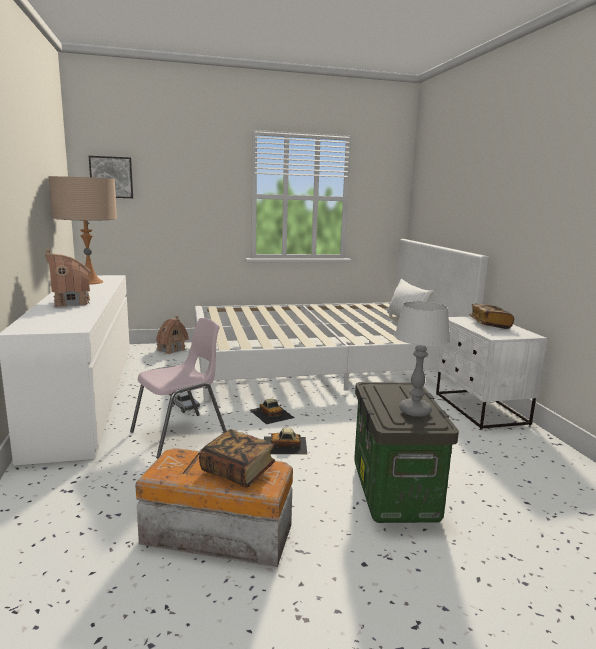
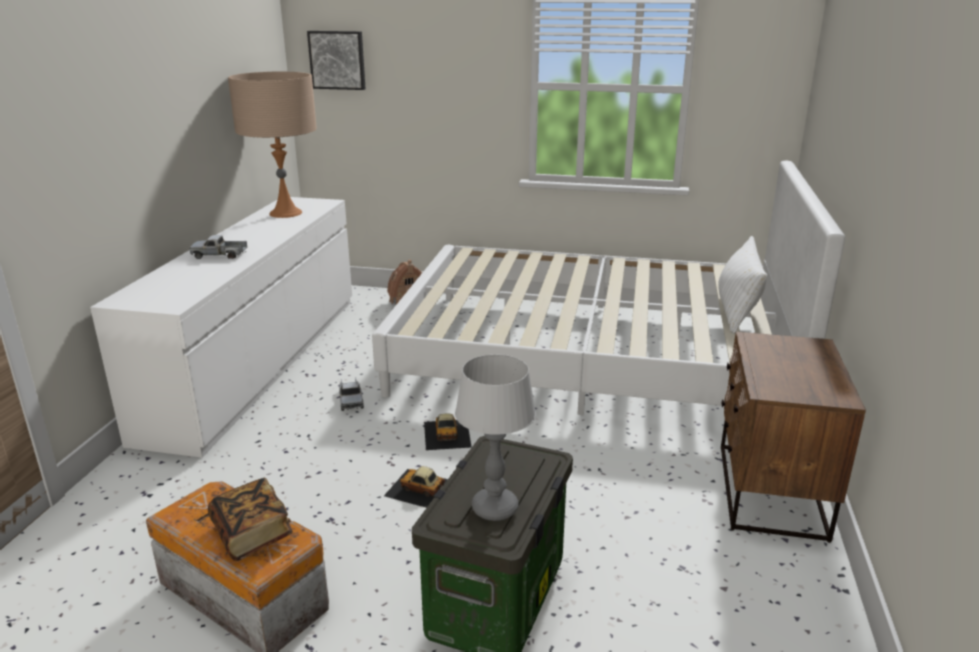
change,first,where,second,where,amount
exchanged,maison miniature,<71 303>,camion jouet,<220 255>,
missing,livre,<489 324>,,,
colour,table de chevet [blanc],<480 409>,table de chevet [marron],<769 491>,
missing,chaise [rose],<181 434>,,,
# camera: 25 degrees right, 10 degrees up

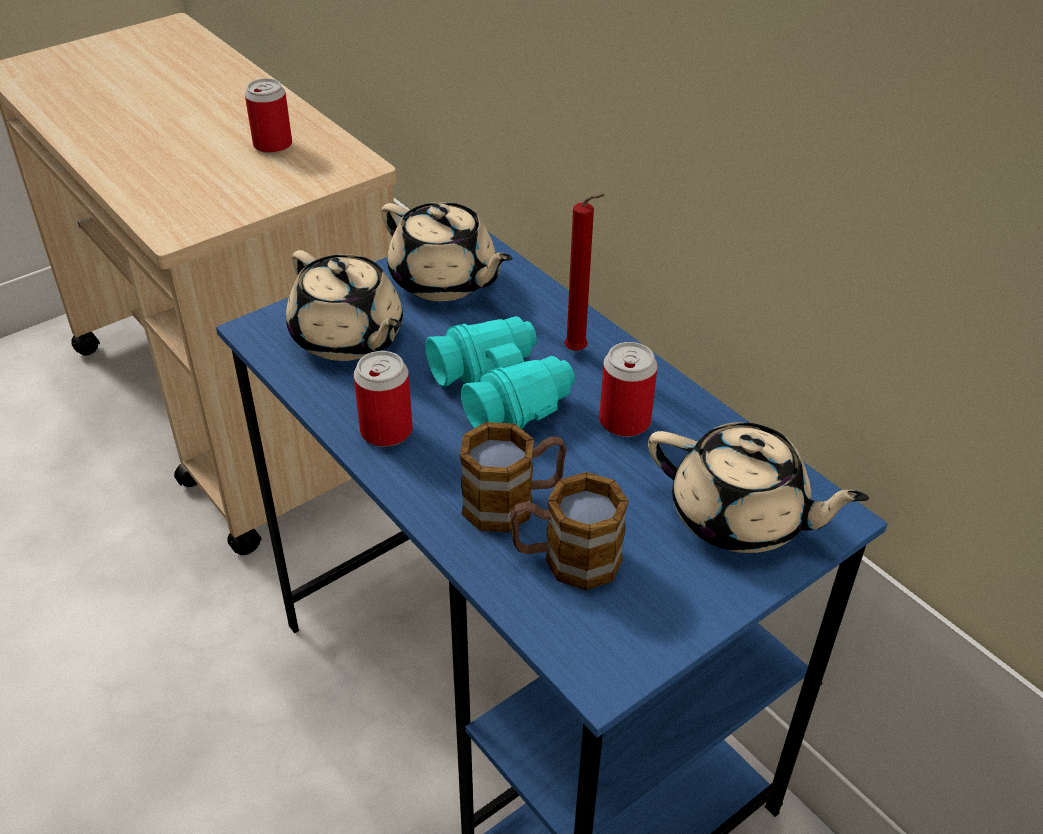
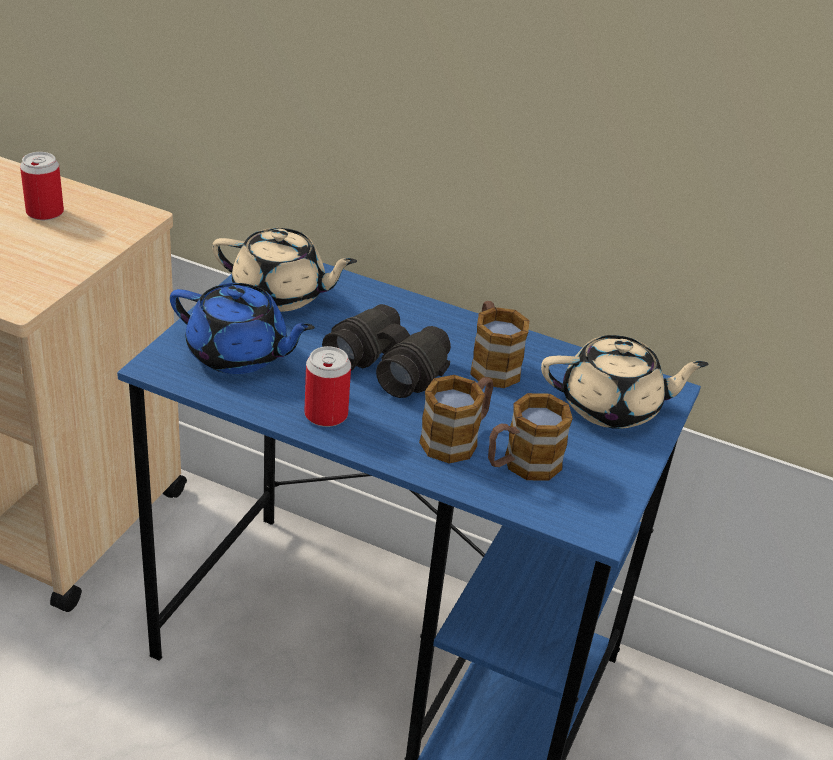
change,first,where,second,where,amount
missing,bougie [rouge],<579 352>,,,
colour,théière [beige],<348 338>,théière [bleu],<239 355>,
colour,jumelles [turquoise],<502 390>,jumelles [noir],<389 364>,
exchanged,boîte métallique,<624 421>,mug,<492 364>,
# camera: 30 degrees left, 5 degrees down

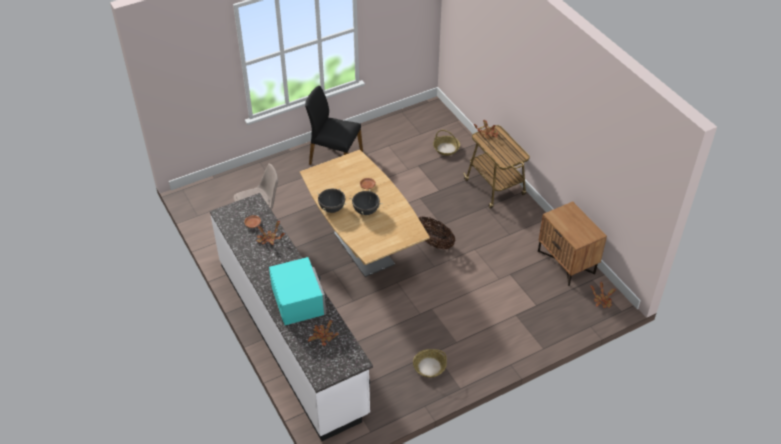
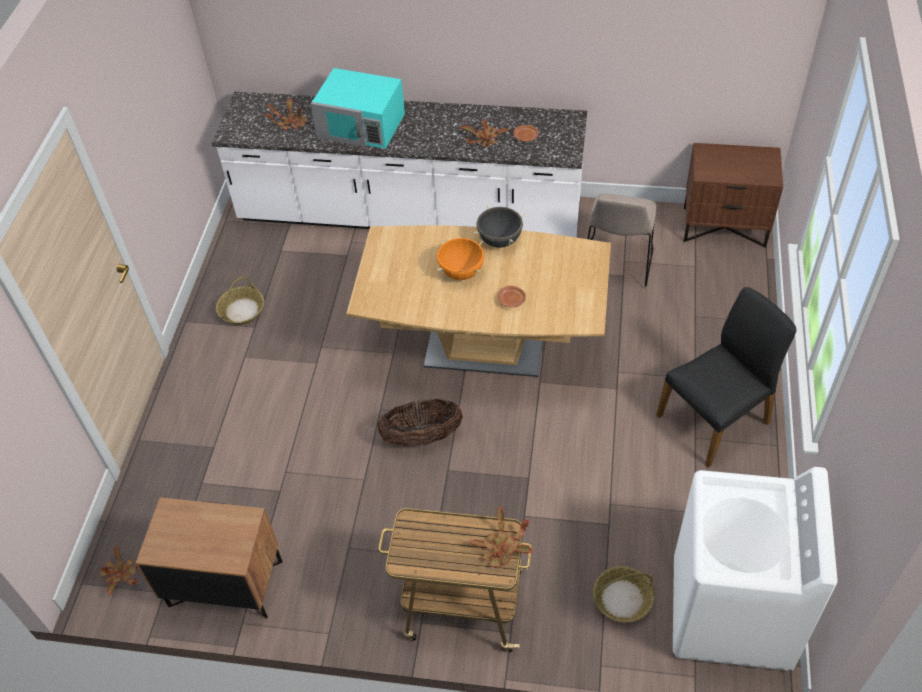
change,first,where,second,where,amount
colour,marmite [noir],<366 211>,marmite [orange],<461 272>,
appeared,,,table de chevet [marron],<724 226>,
appeared,,,lave-linge [blanc],<730 613>,
# camera: 130 degrees right, 5 degrees up

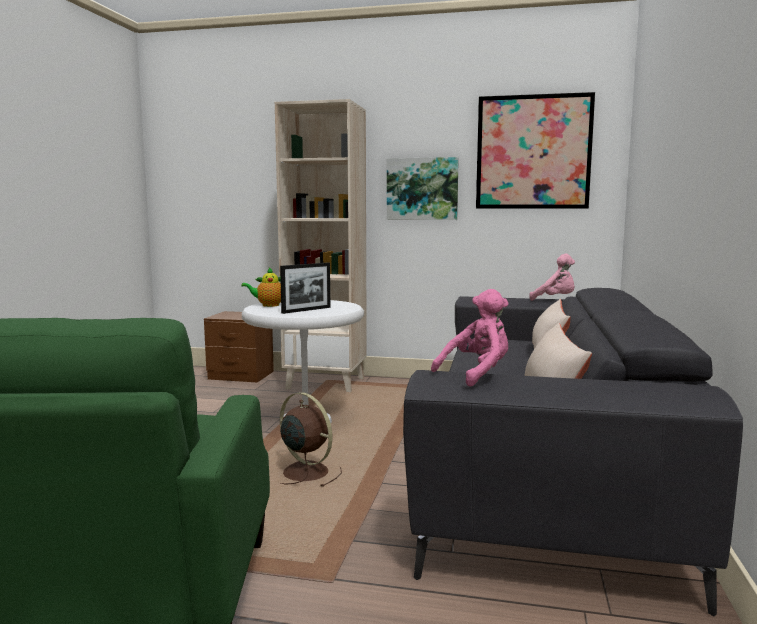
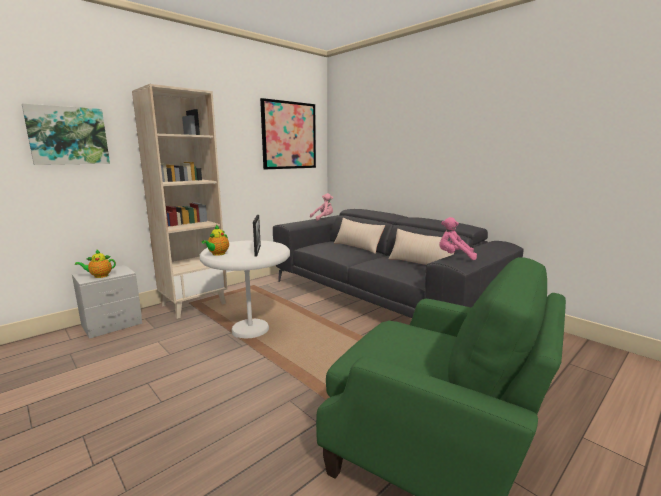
change,first,where,second,where,amount
relocated,tableau,<422 189>,,<68 136>,
spun,peluche [rose],<477 374>,,<454 257>,75 degrees counterclockwise
colour,table de chevet [marron],<241 375>,table de chevet [gris],<112 324>,
missing,ventilateur [marron],<304 472>,,,
appeared,,,théière,<99 276>,
# camera: 55 degrees left, 5 degrees up

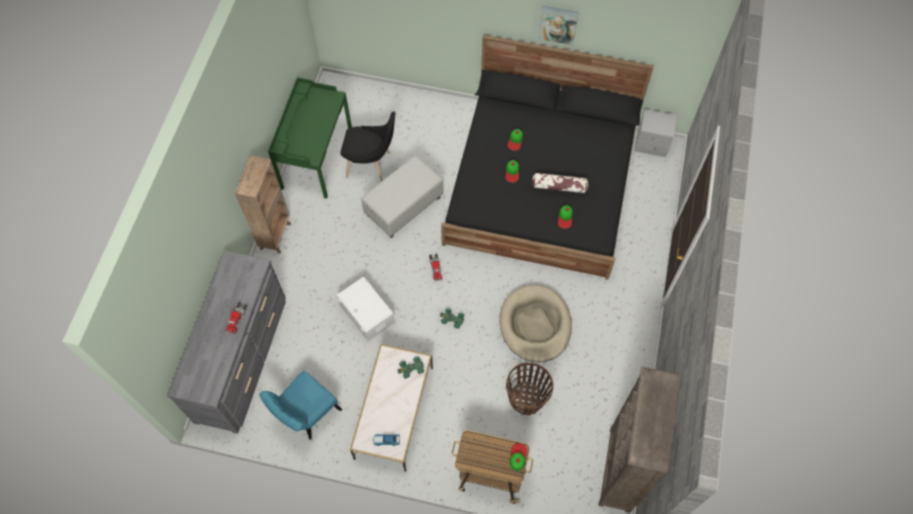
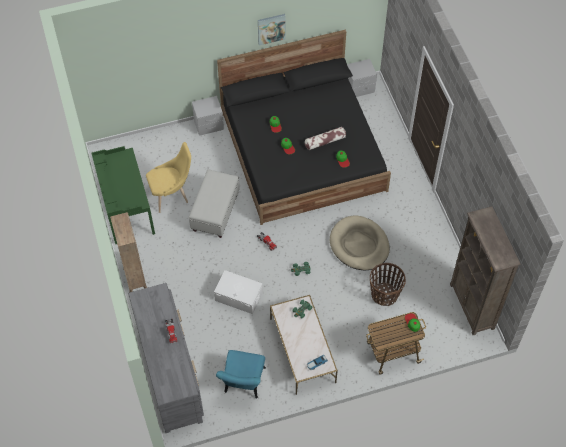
change,first,where,second,where,amount
colour,chaise [noir],<371 165>,chaise [jaune],<172 195>,
appeared,,,table de chevet [gris],<208 125>,
# camera: 30 degrees left, 5 degrees down

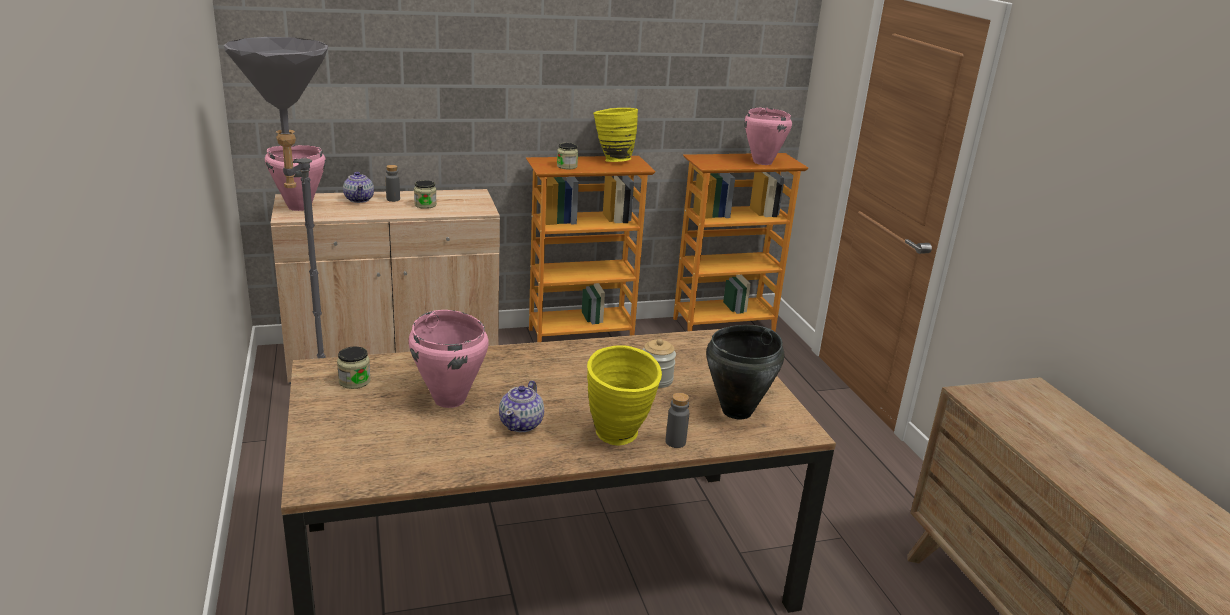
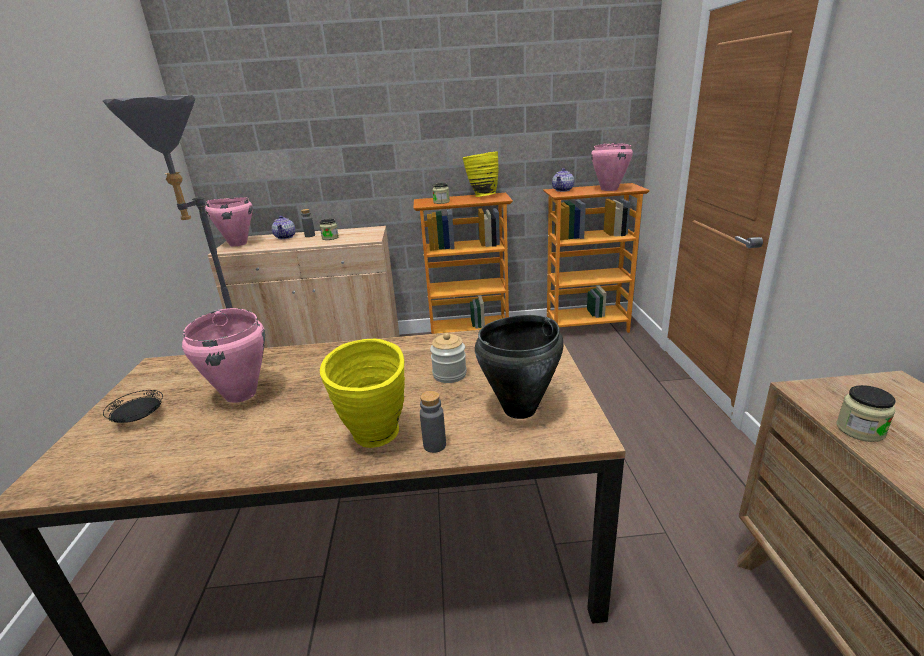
change,first,where,second,where,amount
relocated,bocal,<354 381>,,<860 430>,
relocated,théière,<522 424>,,<563 190>,
appeared,,,assiette [noir],<139 418>,
# camera: 15 degrees right, 0 degrees up

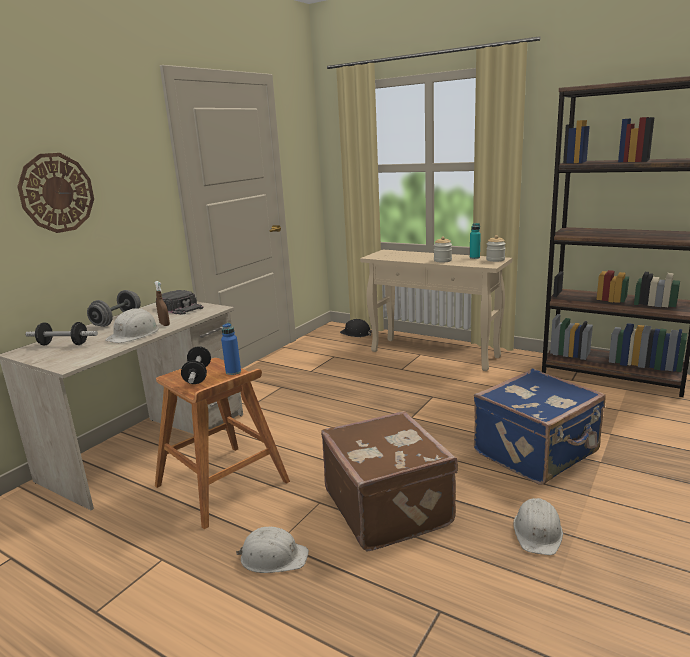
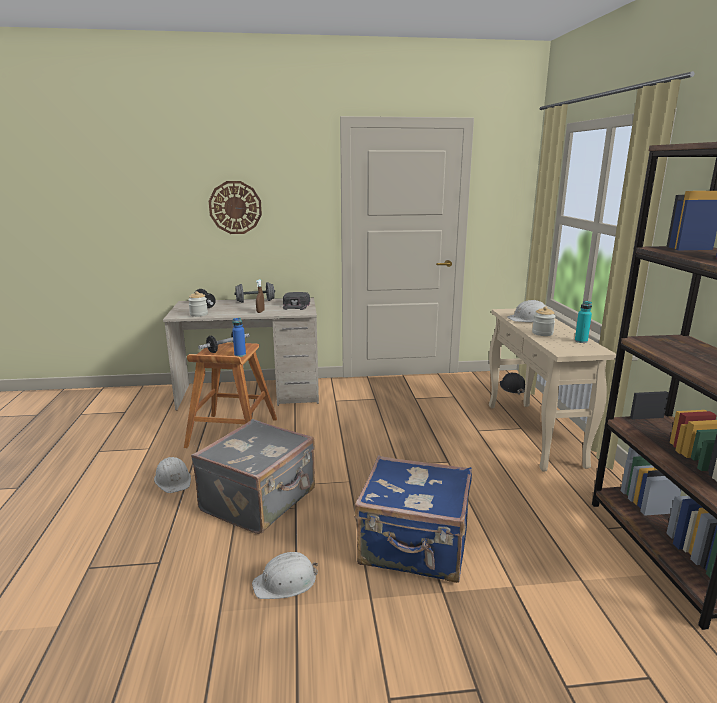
change,first,where,second,where,amount
relocated,bocal,<495 260>,,<198 314>,
relocated,casque de chantier [blanc],<134 334>,,<529 319>,
colour,valise [marron],<389 507>,valise [gris],<260 501>,
# camera: 50 degrees right, 0 degrees up

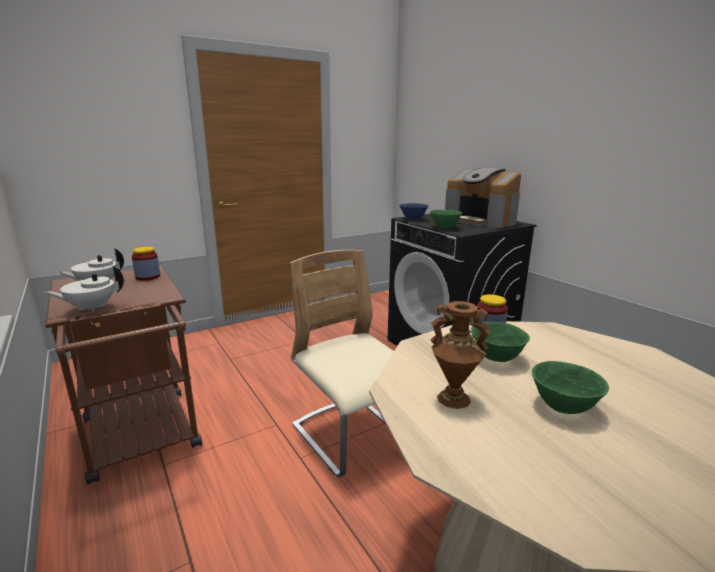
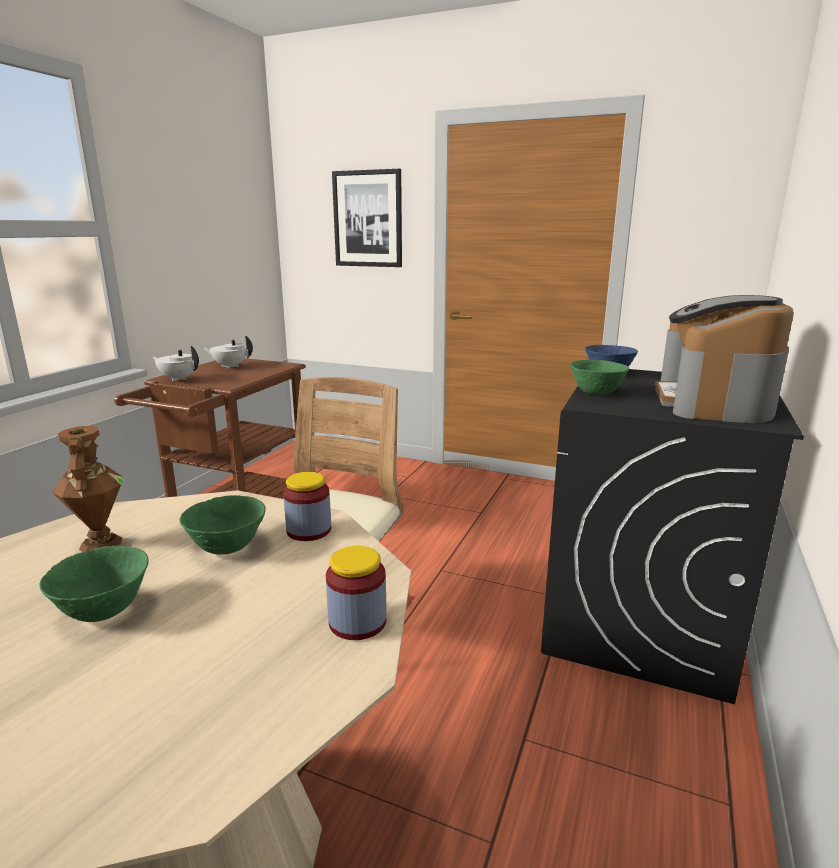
change,first,where,second,where,amount
relocated,bocal,<148 277>,,<357 622>,
appeared,,,tableau,<368 219>,
# camera: 55 degrees right, 0 degrees up

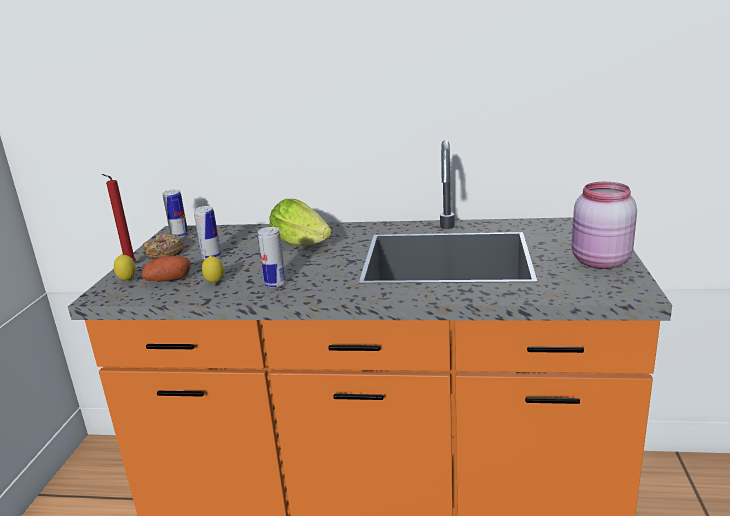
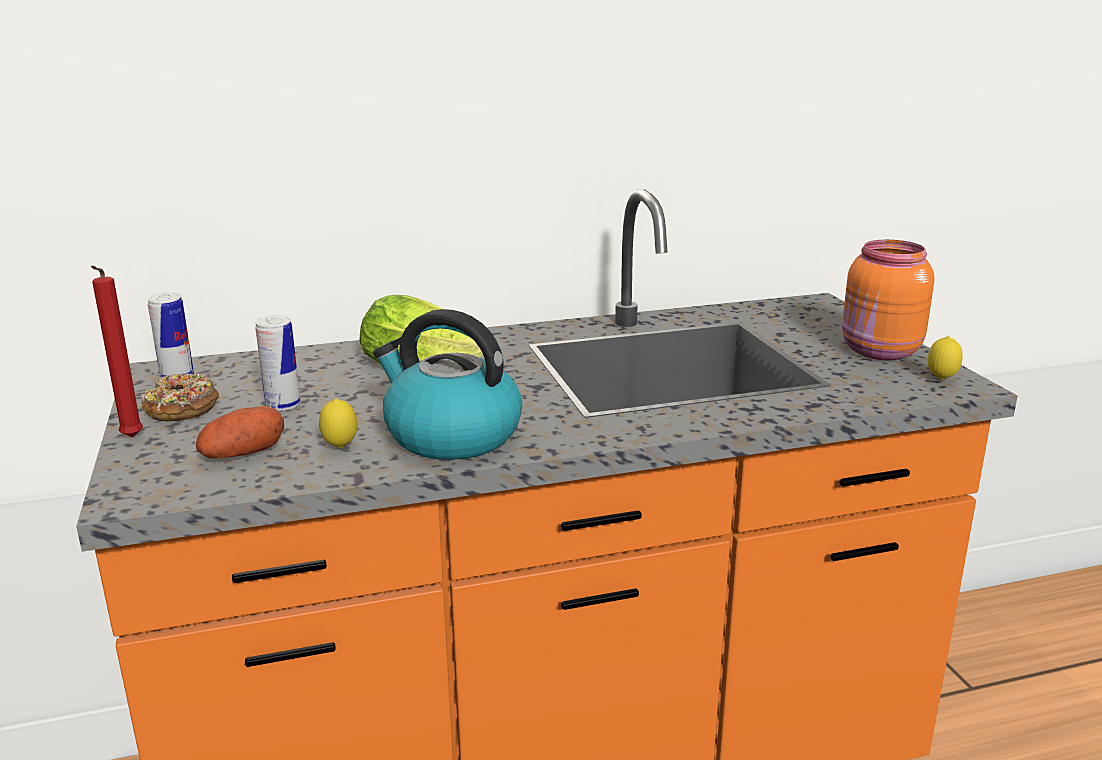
change,first,where,second,where,amount
colour,bocal [rose],<599 262>,bocal [orange],<879 352>,
exchanged,boîte métallique,<275 284>,bouilloire,<450 435>,
relocated,citron,<128 281>,,<941 379>,
# camera: 25 degrees left, 0 degrees up

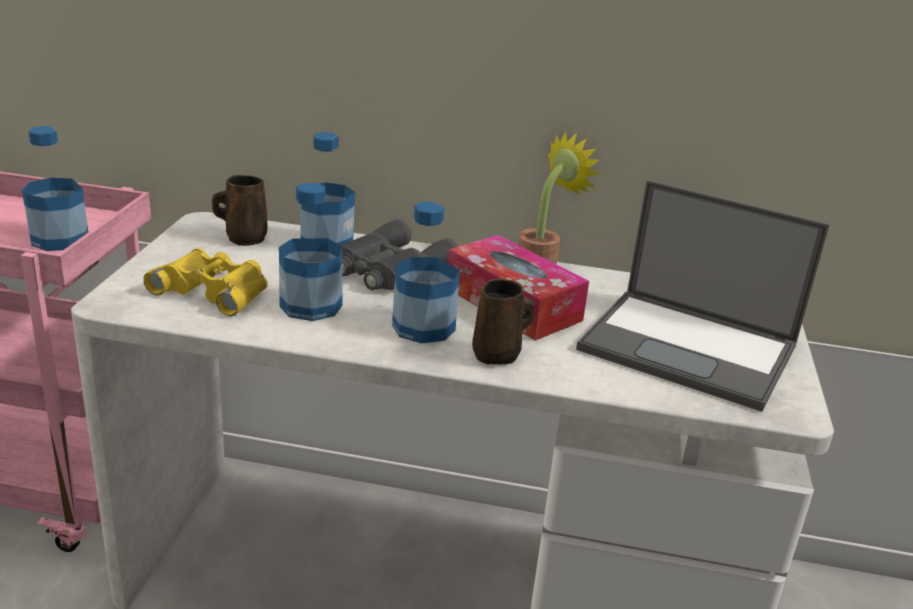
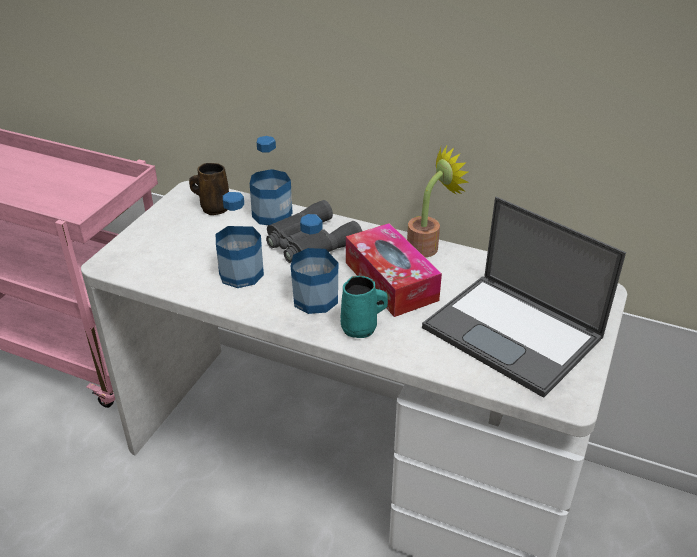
change,first,where,second,where,amount
missing,bouteille,<60 239>,,,
missing,jumelles [jaune],<214 290>,,,
colour,mug [marron],<498 355>,mug [turquoise],<361 328>,
# camera: 15 degrees right, 10 degrees up

